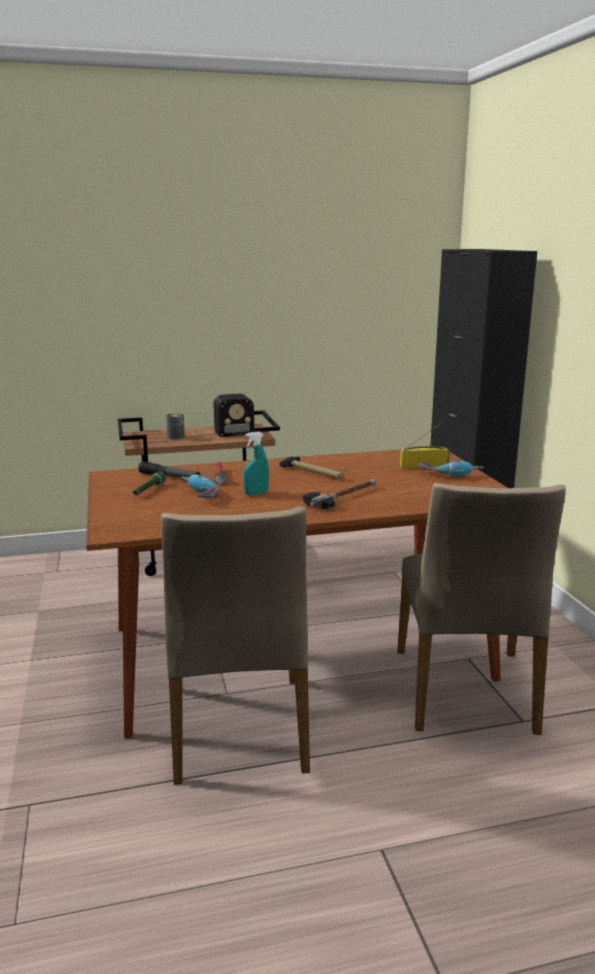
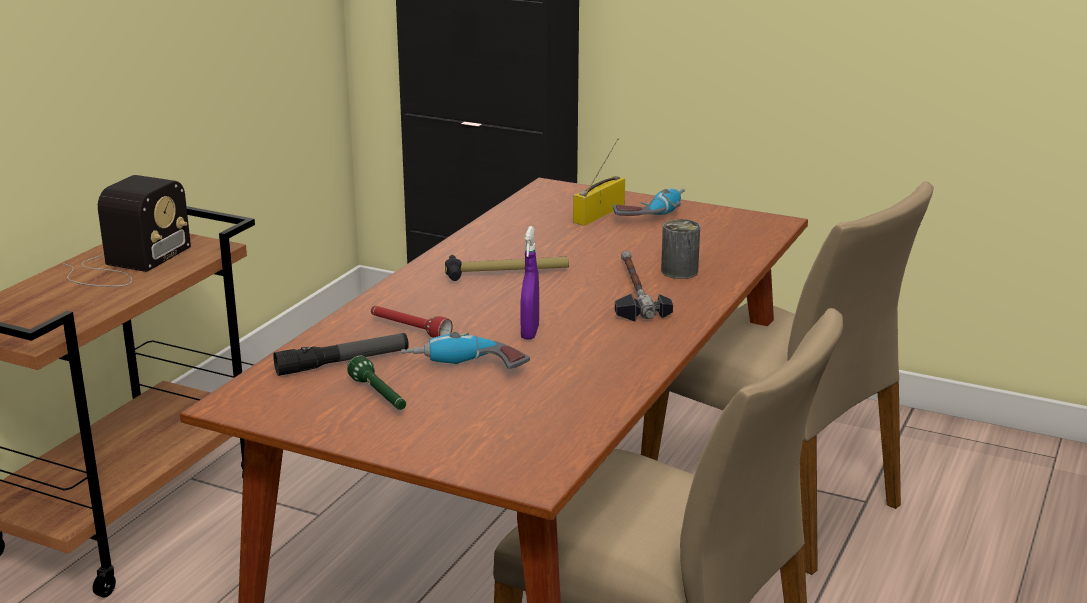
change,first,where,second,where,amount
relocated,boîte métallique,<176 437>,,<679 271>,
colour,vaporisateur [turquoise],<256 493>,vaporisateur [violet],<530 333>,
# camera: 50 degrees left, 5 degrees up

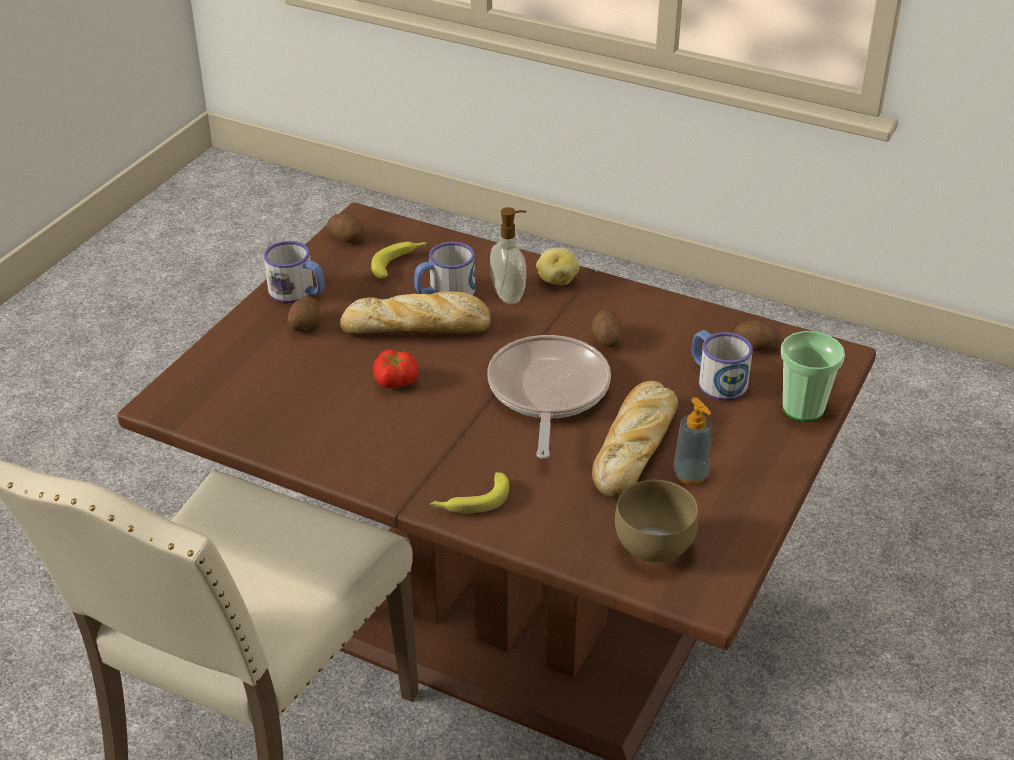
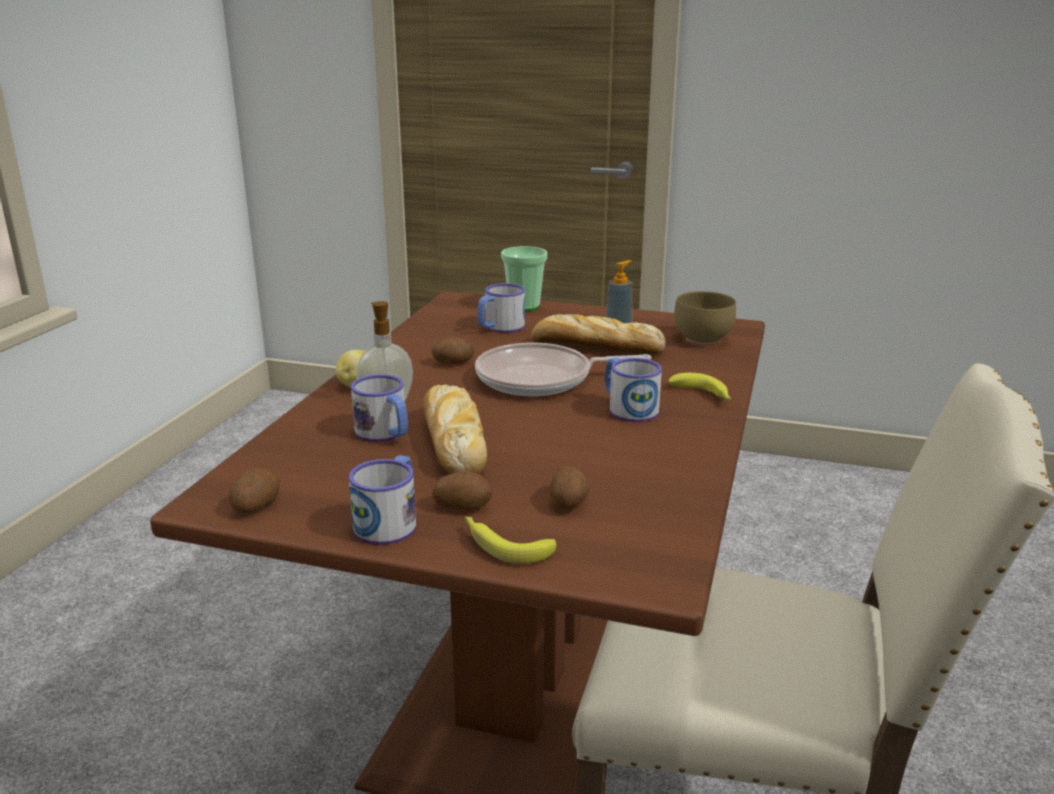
change,first,where,second,where,amount
relocated,banane,<400 263>,,<504 545>,
relocated,pomme de terre,<755 347>,,<569 502>,
missing,tomate,<395 382>,,,
appeared,,,mug,<628 408>,
# camera: 100 degrees left, 15 degrees down

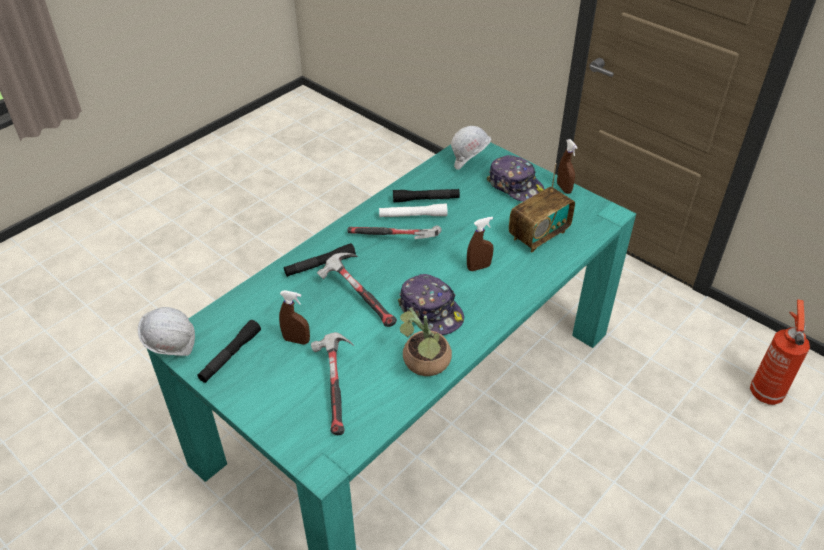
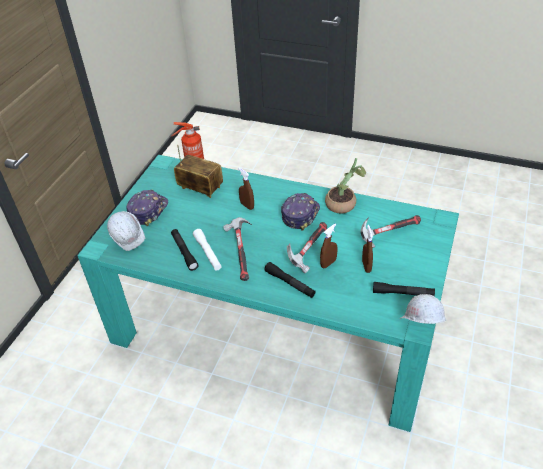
change,first,where,second,where,amount
relocated,vaporisateur [marron],<564 188>,,<328 263>,
# camera: 110 degrees left, 0 degrees up

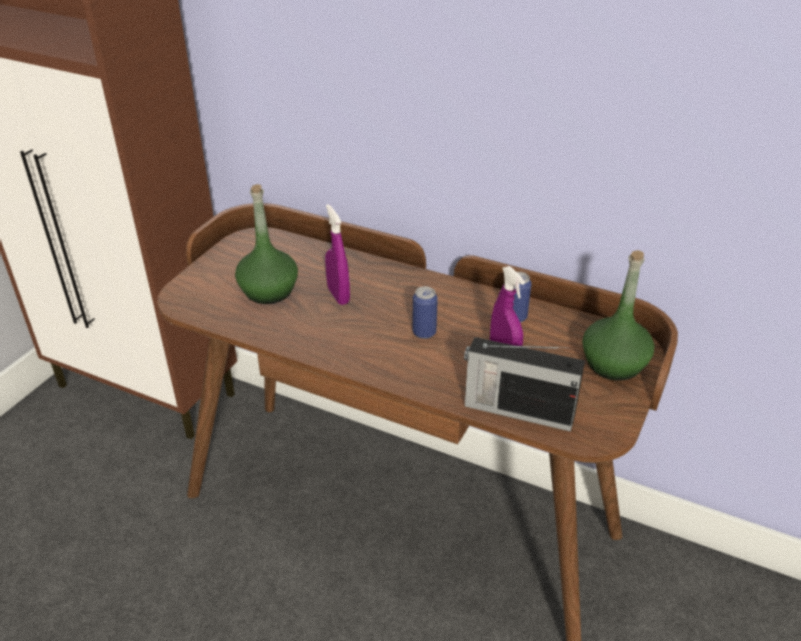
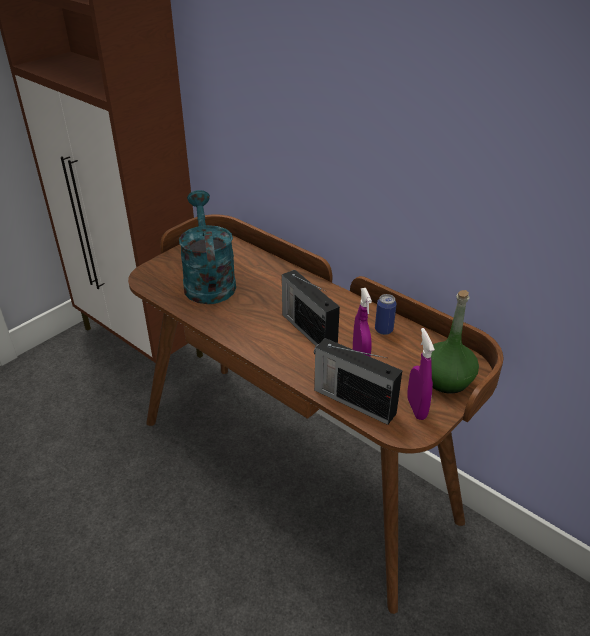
change,first,where,second,where,amount
exchanged,bouteille [vert],<268 291>,arrosoir [turquoise],<208 281>,
relocated,vaporisateur [violet],<338 296>,,<416 408>,
exchanged,boîte métallique,<424 332>,radio,<308 330>,
# camera: 15 degrees right, 0 degrees up

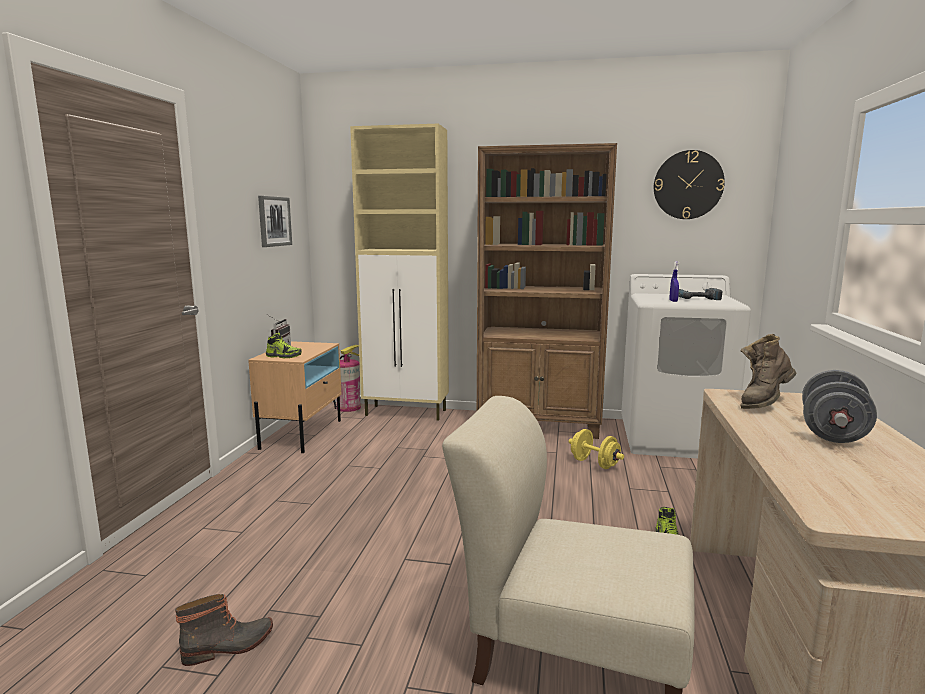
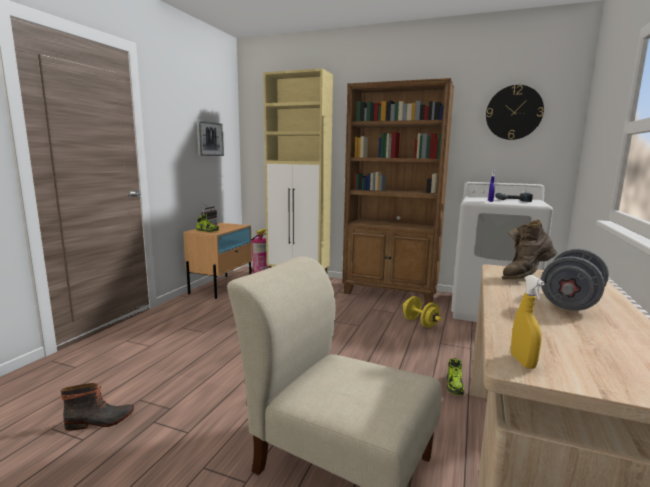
change,first,where,second,where,amount
appeared,,,vaporisateur [jaune],<522 362>,
# camera: 10 degrees right, 0 degrees up

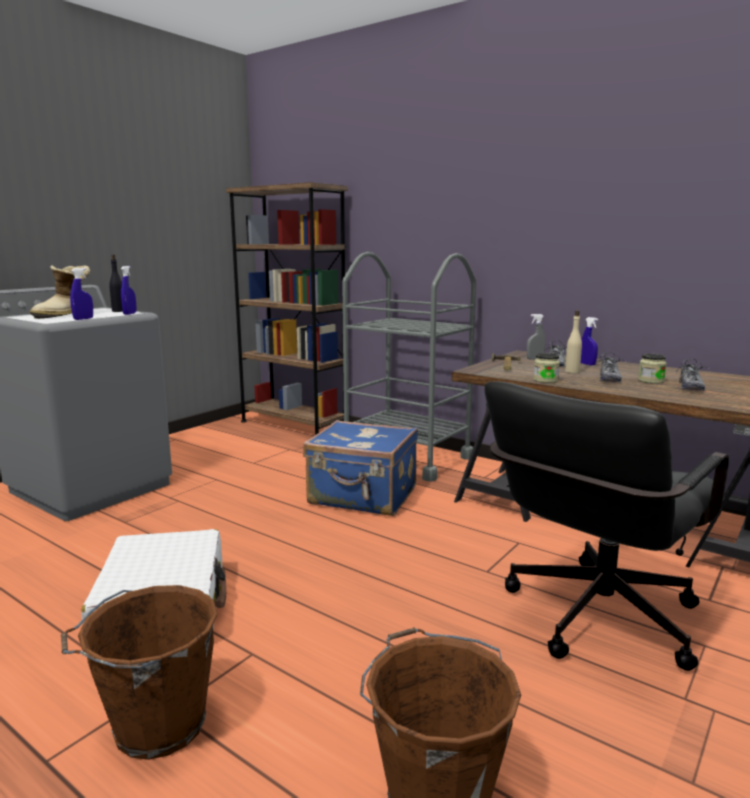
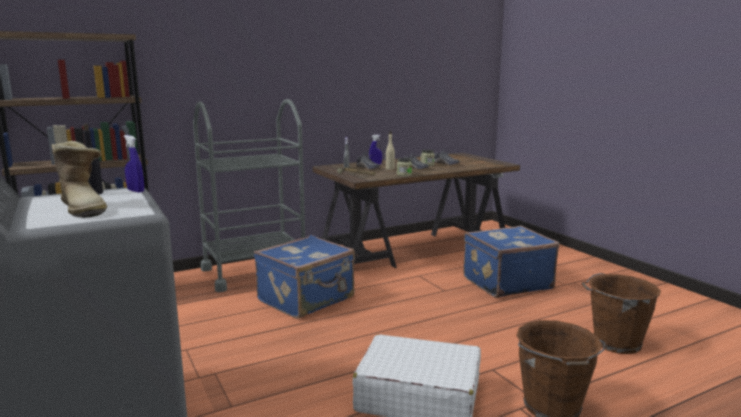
change,first,where,second,where,amount
missing,vaporisateur [bleu],<83 319>,,,
exchanged,chaise de bureau [noir],<592 621>,valise [bleu],<506 282>,
# camera: 65 degrees left, 0 degrees up

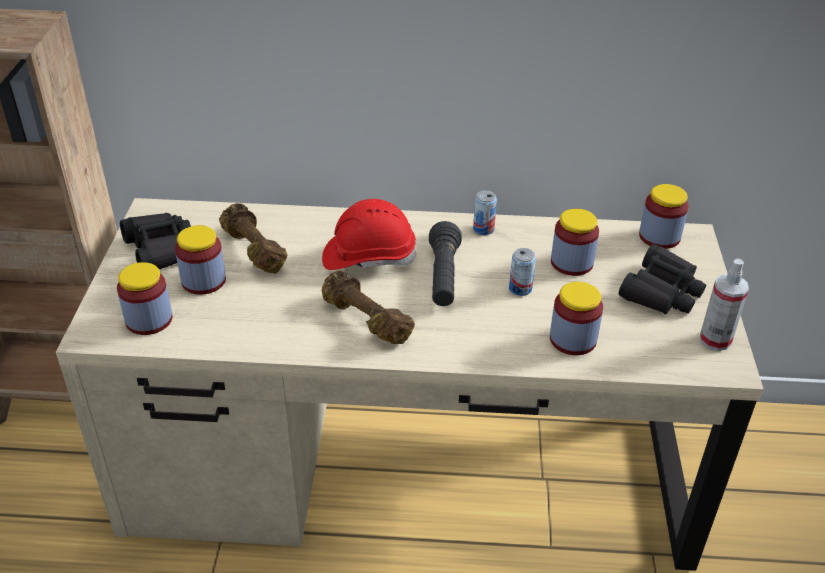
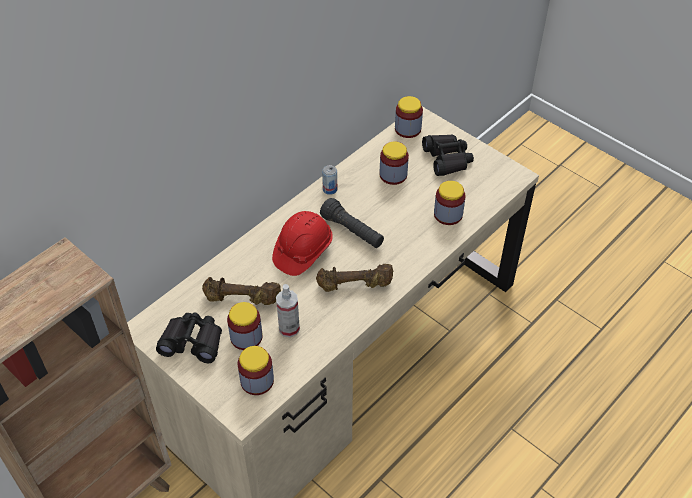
change,first,where,second,where,amount
missing,boîte métallique,<520 289>,,,
relocated,vaporisateur,<715 340>,,<289 328>,
# camera: 50 degrees left, 10 degrees up

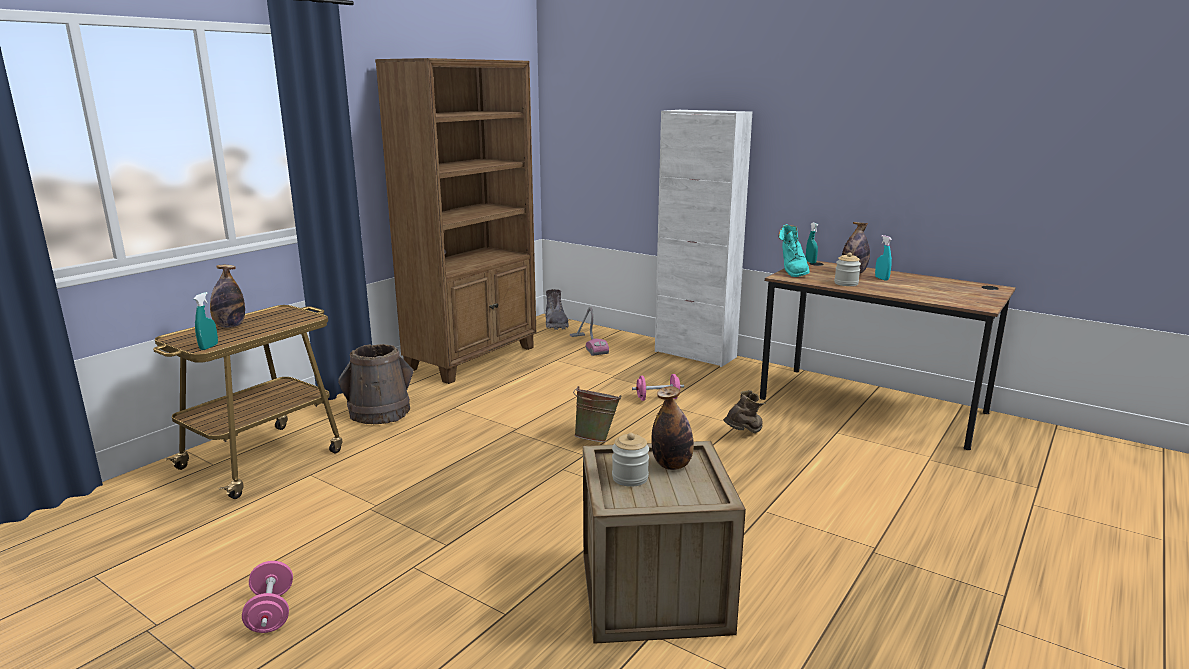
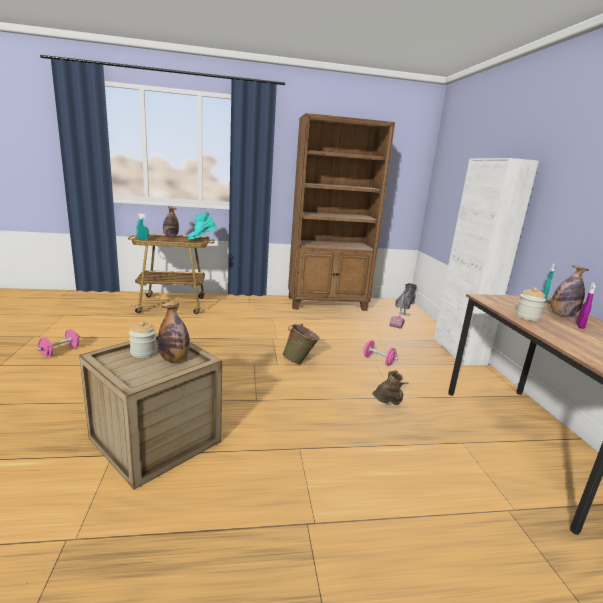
change,first,where,second,where,amount
relocated,botte [turquoise],<792 271>,,<201 239>,
colour,vaporisateur [turquoise],<881 278>,vaporisateur [violet],<579 326>,
missing,seau [marron],<380 412>,,,
spun,botte [marron],<744 434>,,<388 404>,45 degrees counterclockwise
# camera: 45 degrees right, 0 degrees up

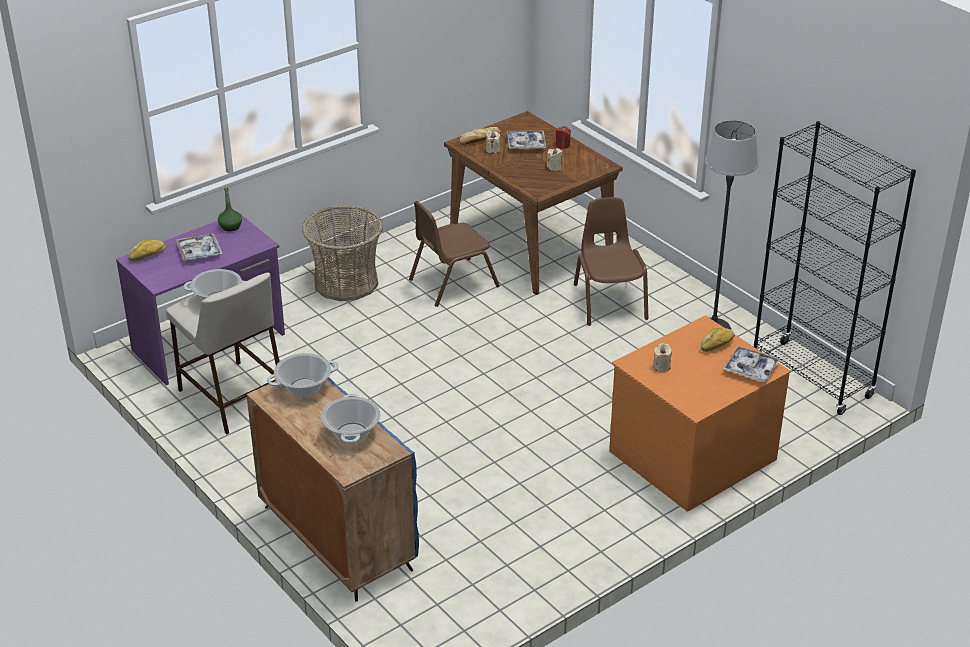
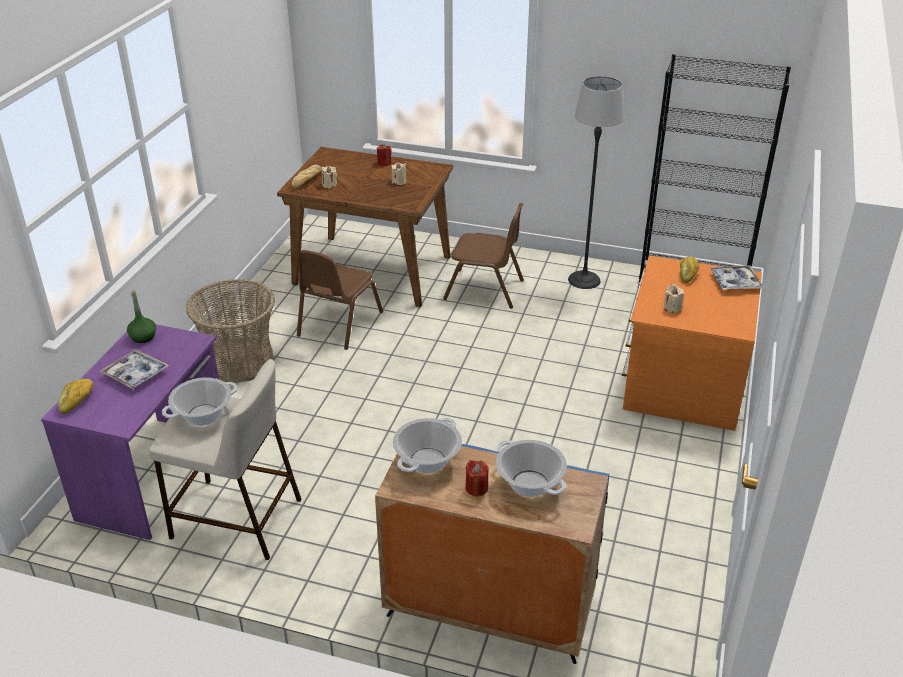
change,first,where,second,where,amount
missing,plateau,<526 144>,,,
spun,chaise [marron],<609 301>,,<484 289>,150 degrees clockwise
appeared,,,bougie [rouge],<476 488>,
# camera: 35 degrees left, 0 degrees up

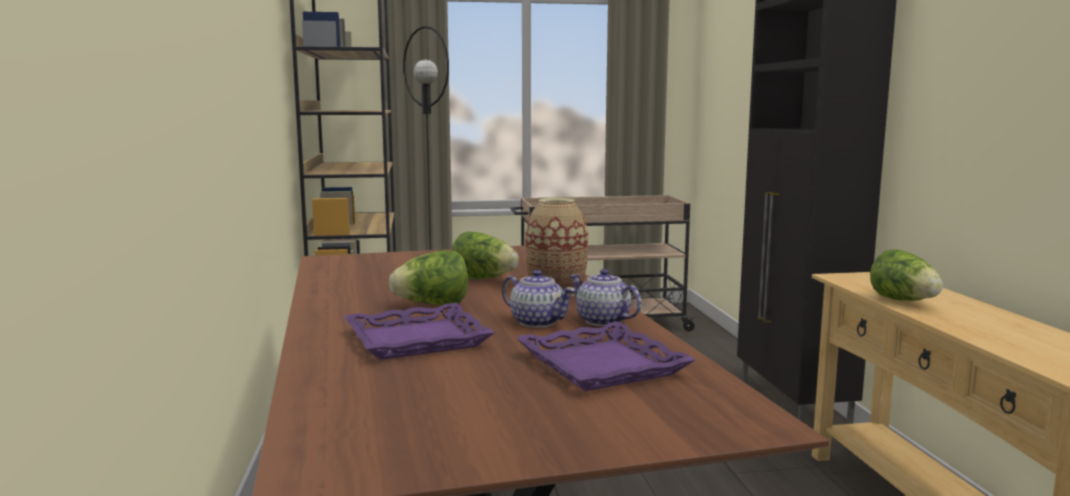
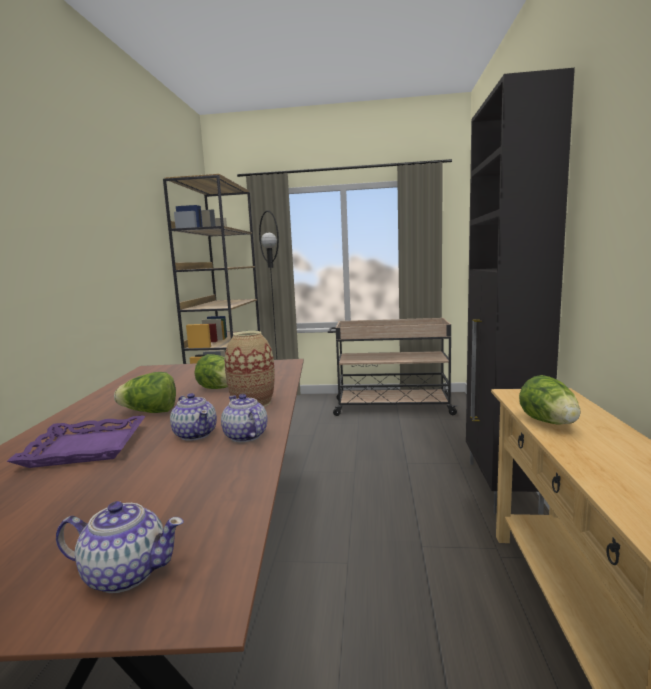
change,first,where,second,where,amount
missing,plateau [violet],<602 365>,,,
appeared,,,théière,<125 573>,
# camera: 15 degrees right, 0 degrees up

